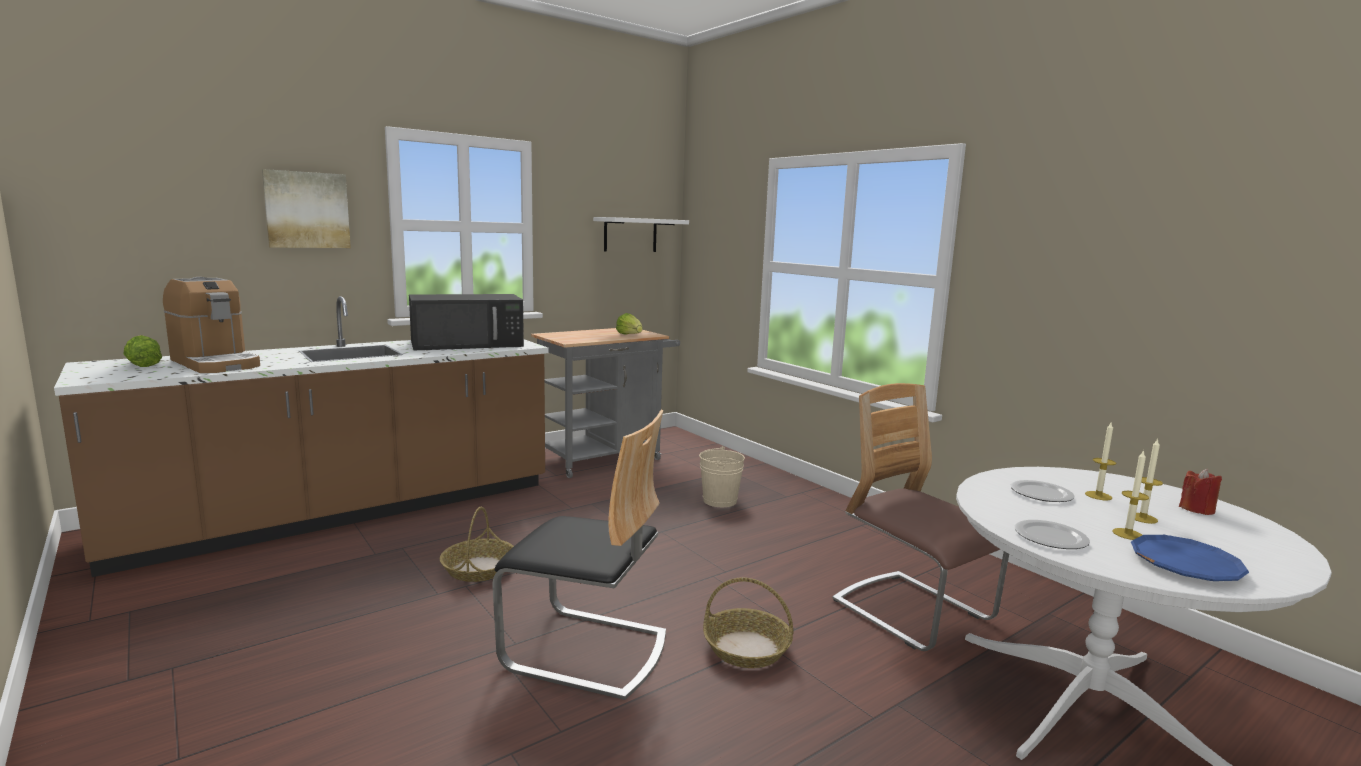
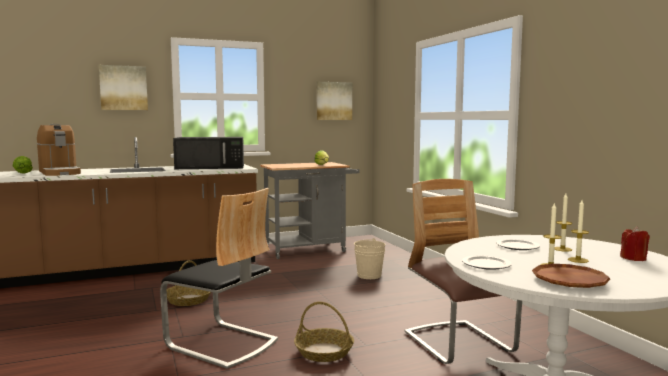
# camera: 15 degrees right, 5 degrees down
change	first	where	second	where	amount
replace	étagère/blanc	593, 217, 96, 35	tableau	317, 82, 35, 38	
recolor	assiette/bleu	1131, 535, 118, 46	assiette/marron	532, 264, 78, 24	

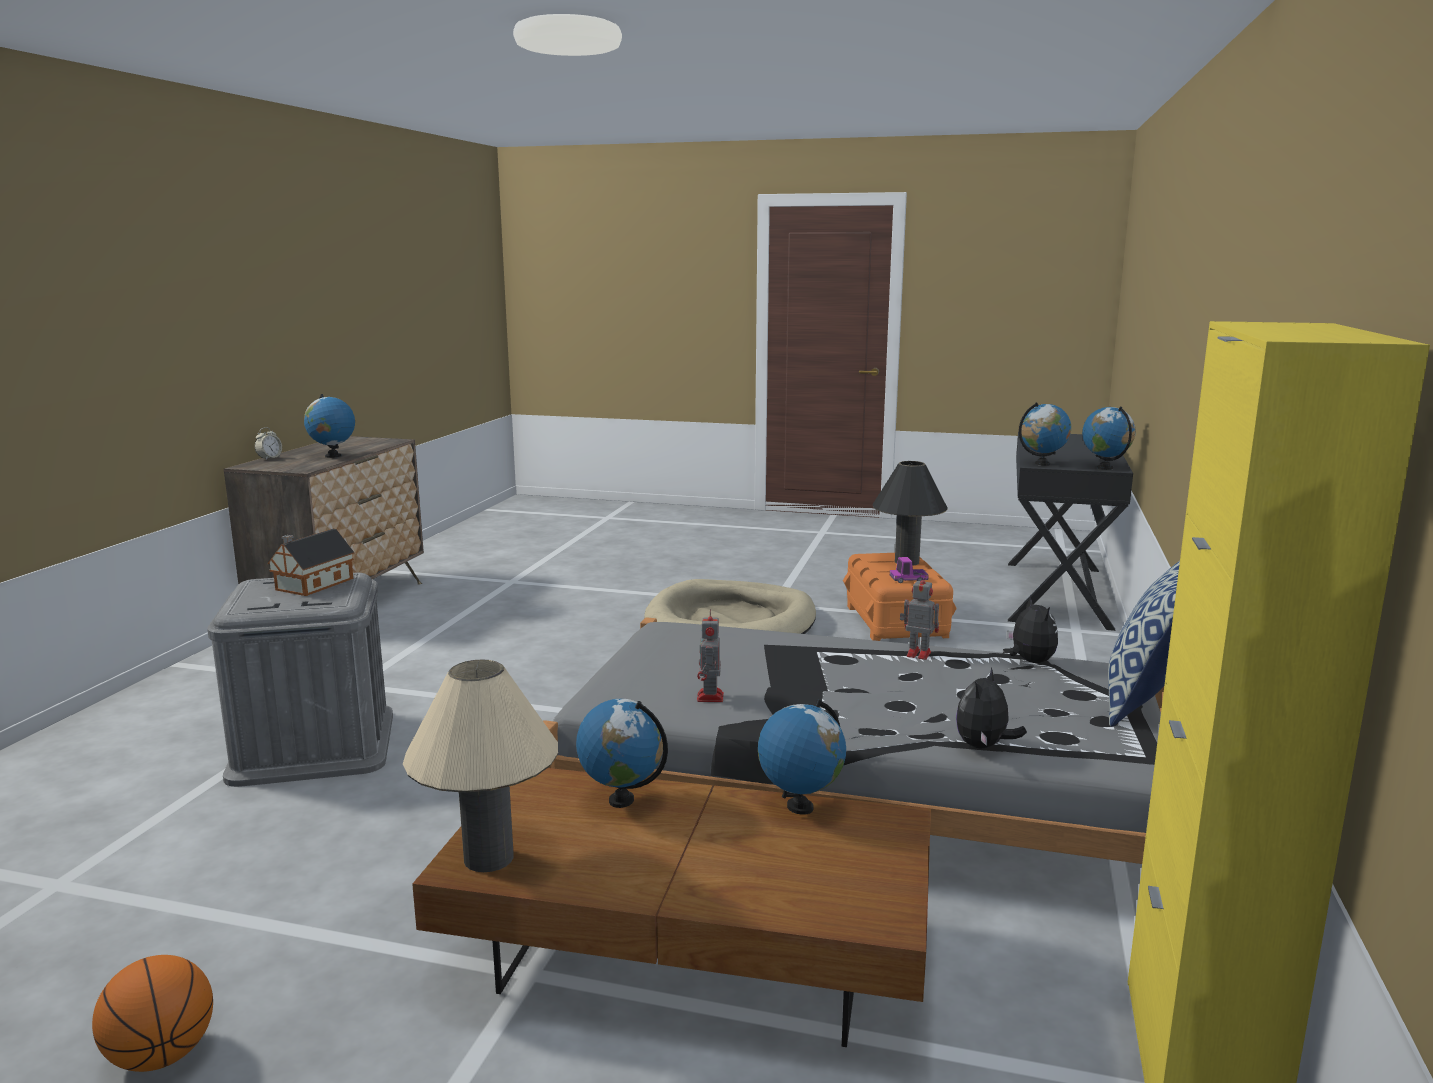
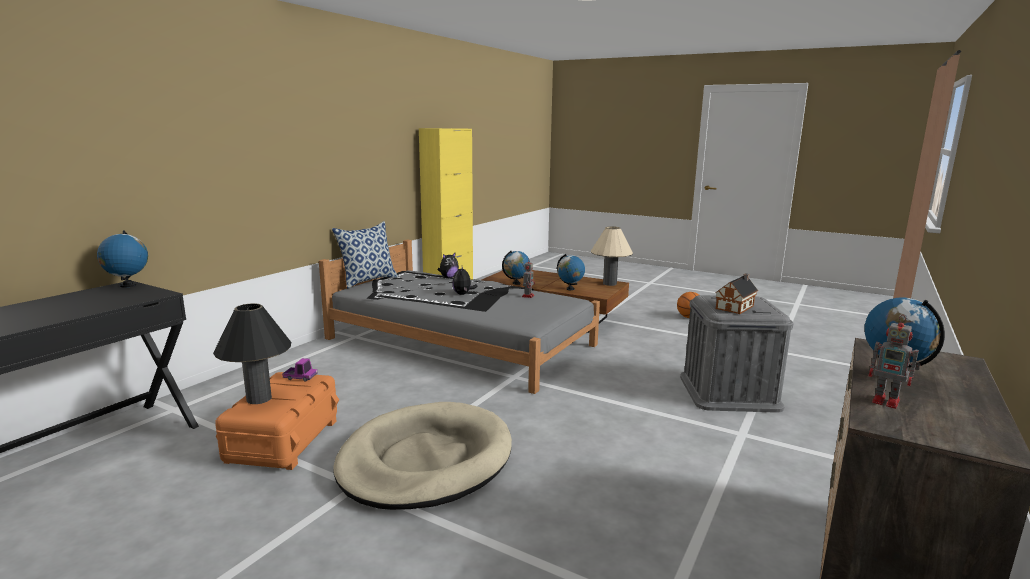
# camera: 165 degrees left, 0 degrees up
change	first	where	second	where	amount
move	peluche	1007, 596, 51, 67		452, 267, 25, 28	
move	robot jouet	900, 573, 39, 87		869, 315, 52, 94	
delete	réveil	255, 427, 27, 33			
delete	globe	1019, 402, 52, 64			

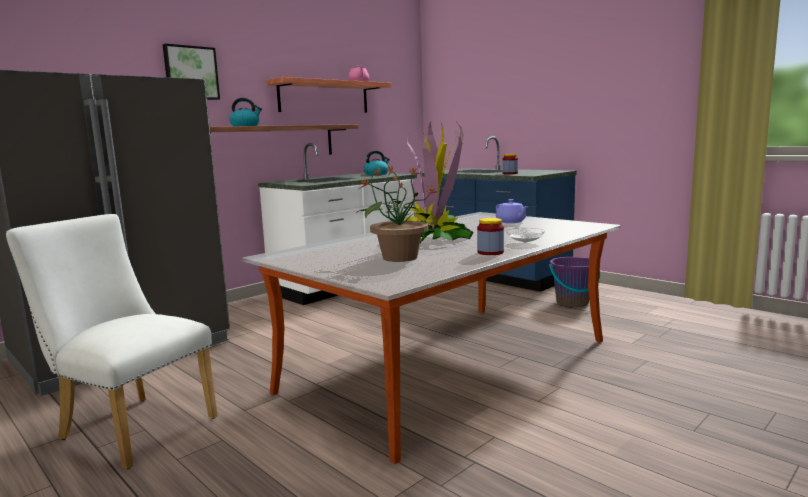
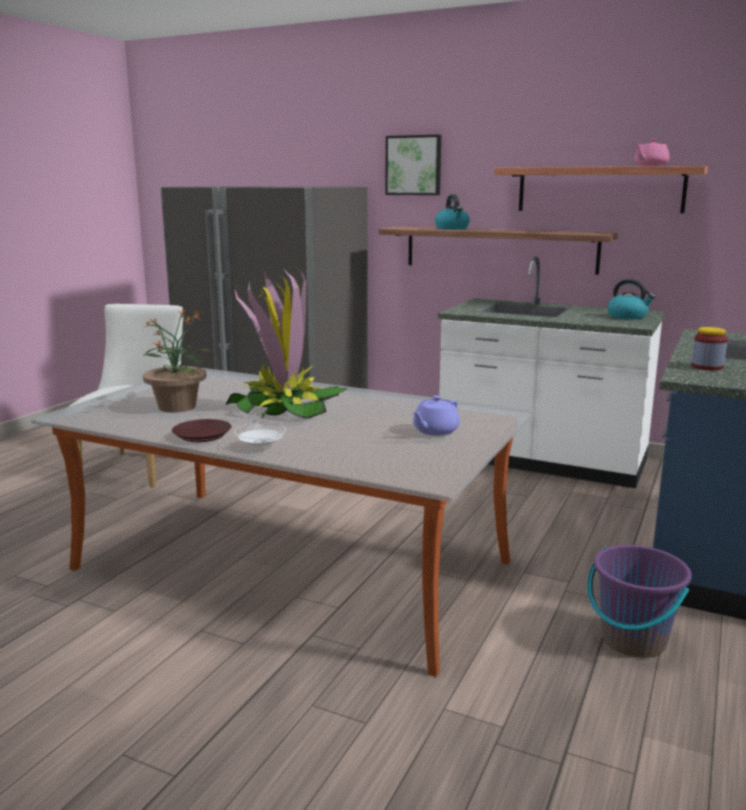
# camera: 70 degrees right, 5 degrees up
change	first	where	second	where	amount
replace	bocal	477, 218, 27, 37	assiette/marron	172, 419, 60, 23	

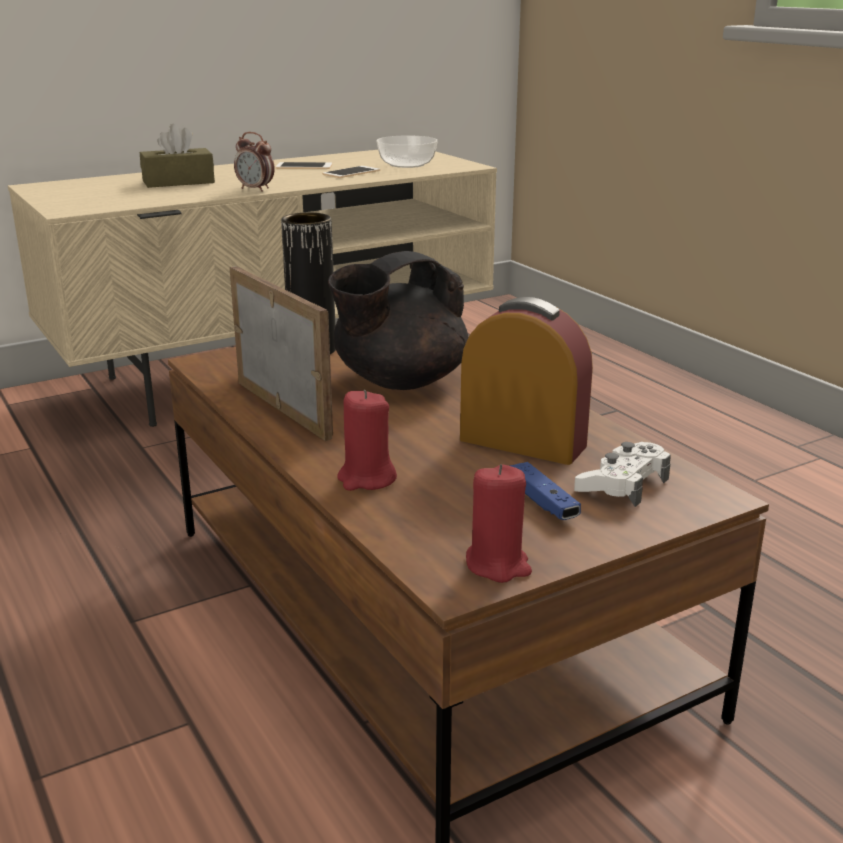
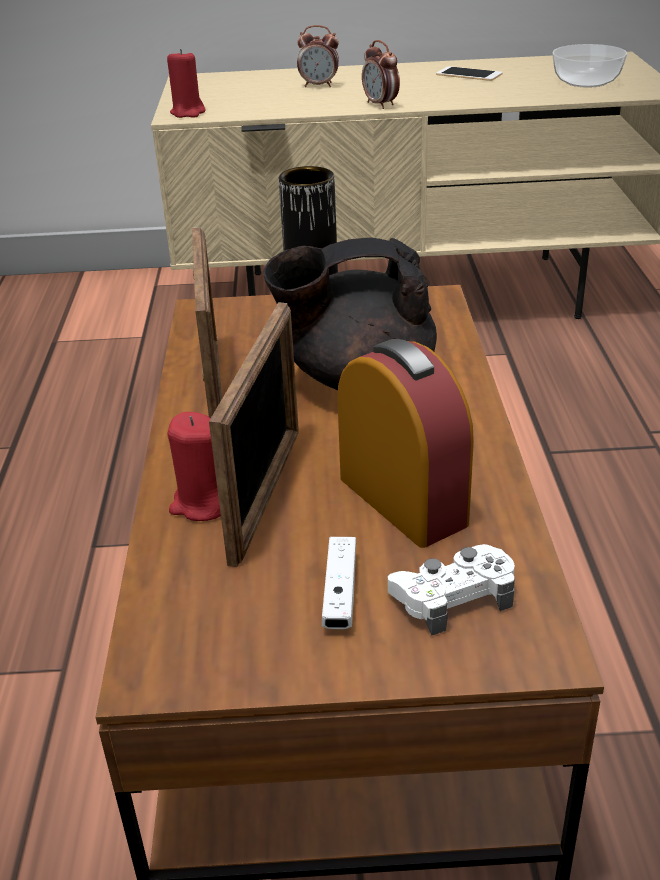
# camera: 30 degrees right, 10 degrees up
change	first	where	second	where	amount
move	bougie/rouge	466, 464, 66, 119		167, 49, 38, 69	
insert			cadre photo	209, 303, 90, 264	
replace	boîte à mouchoirs/marron	140, 124, 75, 64	réveil	297, 25, 42, 63	
recolor	manette/bleu	510, 462, 71, 58	manette/blanc	322, 537, 34, 92	
delete	téléphone	322, 166, 58, 12			

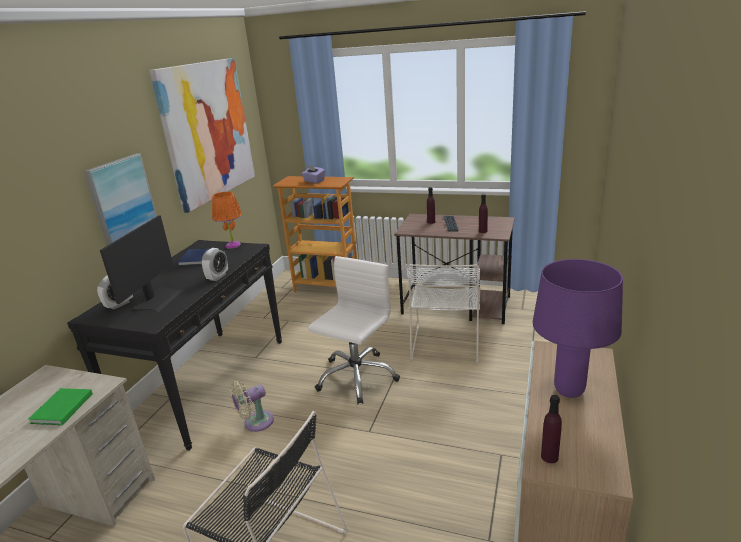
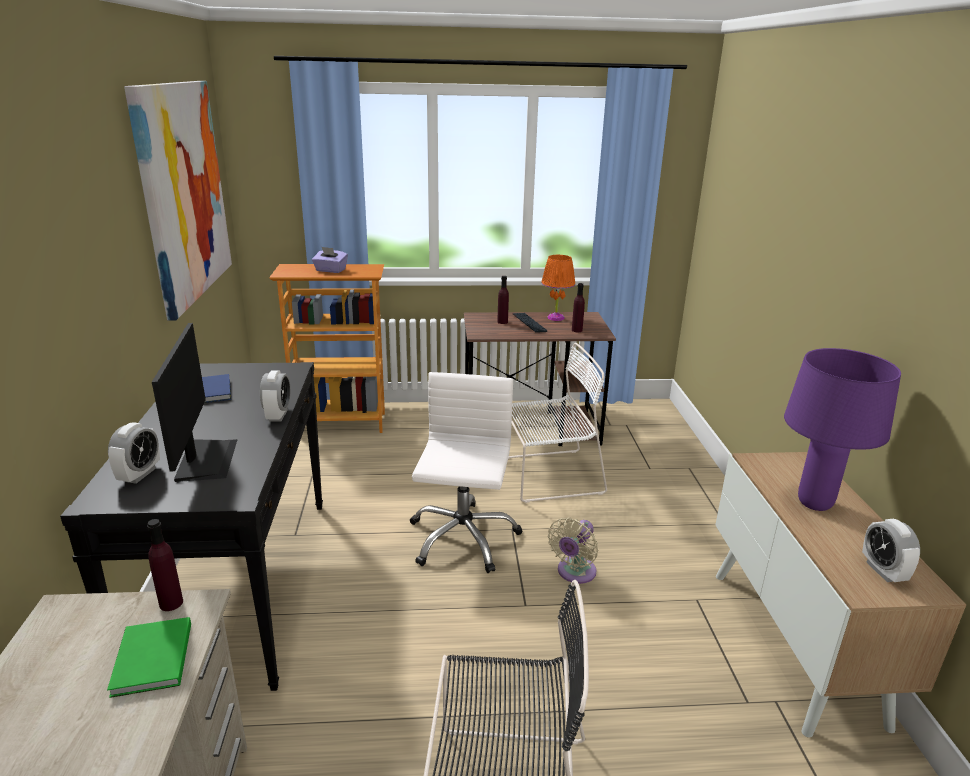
# camera: 25 degrees left, 0 degrees up
change	first	where	second	where	amount
move	bouteille/violet	541, 395, 21, 68		147, 519, 36, 92	
rotate	chaise/blanc	407, 264, 73, 99		508, 343, 99, 160	90 degrees counterclockwise
move	lampe de table/orange	212, 192, 30, 57		541, 255, 34, 66	
move	ventilateur/beige	229, 381, 45, 51		548, 517, 50, 67	
insert			réveil	862, 519, 58, 63	
delete	tableau	84, 153, 73, 93			

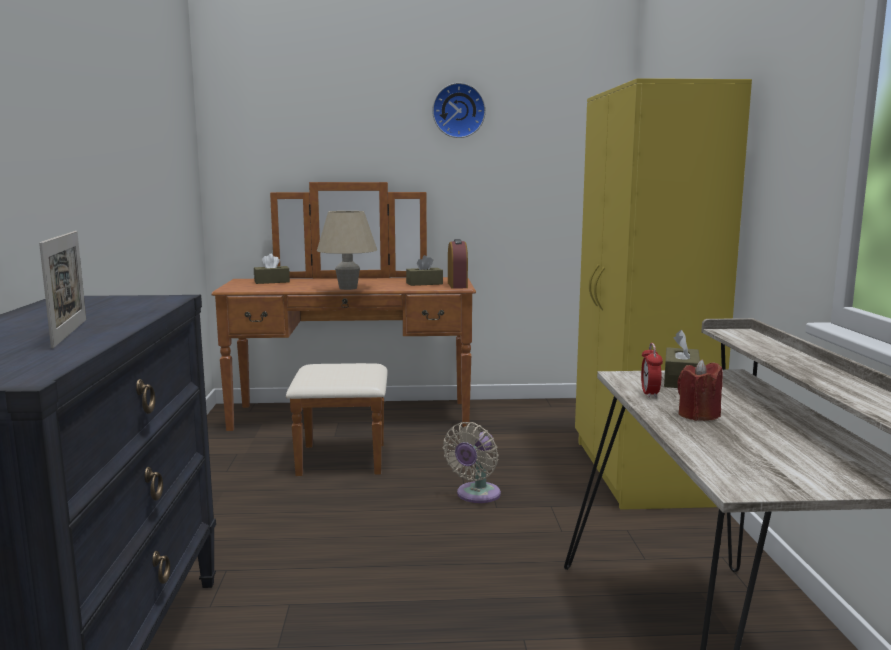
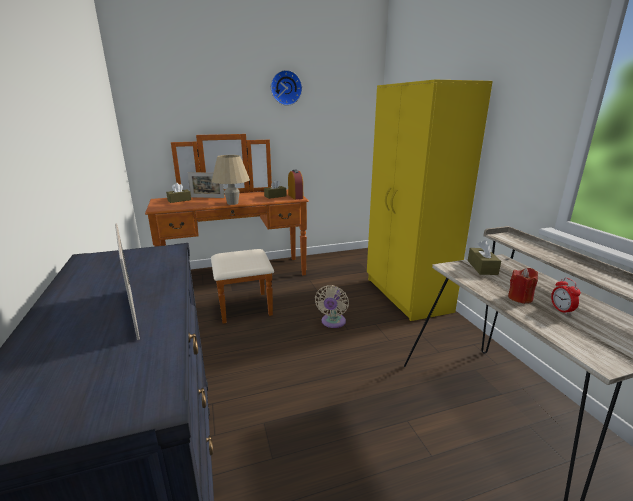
# camera: 15 degrees left, 10 degrees up
change	first	where	second	where	amount
insert			cadre photo	188, 172, 37, 26	
move	réveil	641, 343, 22, 55		551, 278, 30, 37	

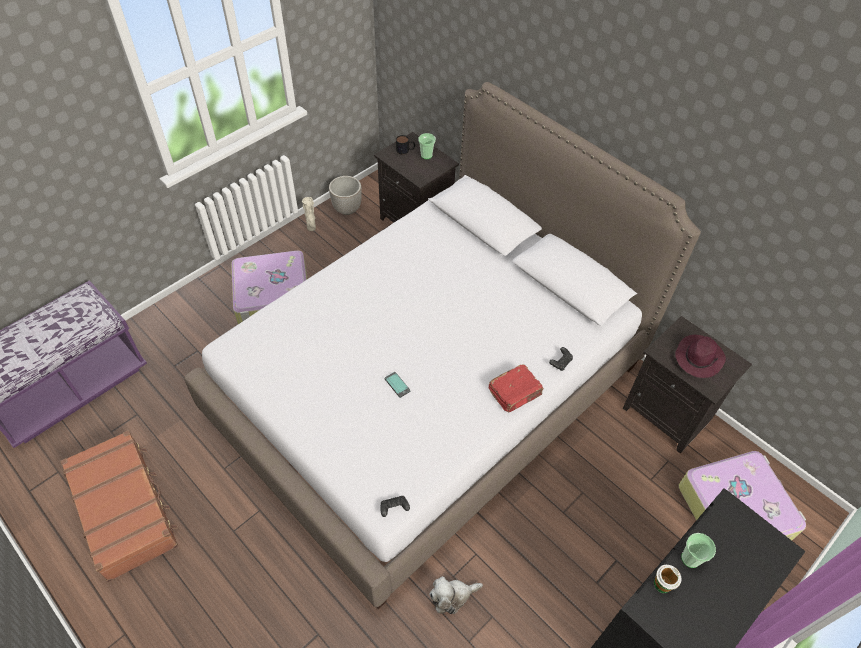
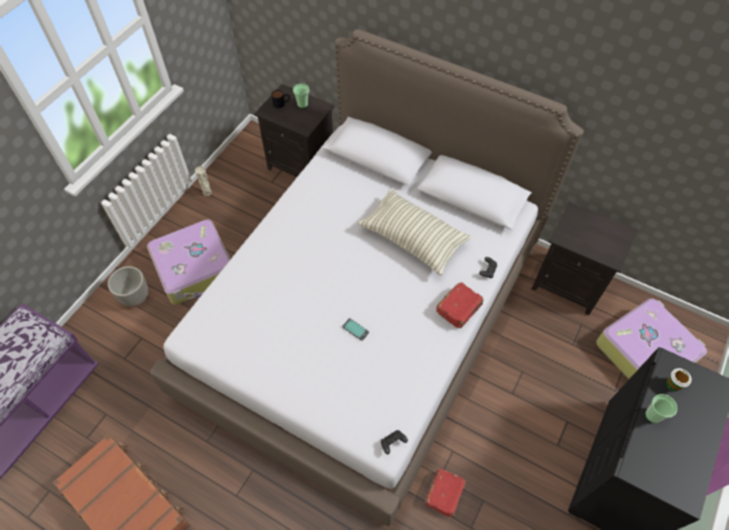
# camera: 15 degrees left, 5 degrees up
change	first	where	second	where	amount
move	cache-pot	329, 176, 33, 39		108, 266, 40, 41	
insert			coussin	358, 189, 114, 87	
replace	peluche	429, 576, 54, 38	livre/rouge	425, 468, 41, 49	
move	tasse	654, 565, 27, 28		666, 368, 26, 23	
delete	chapeau/violet	675, 335, 51, 43			

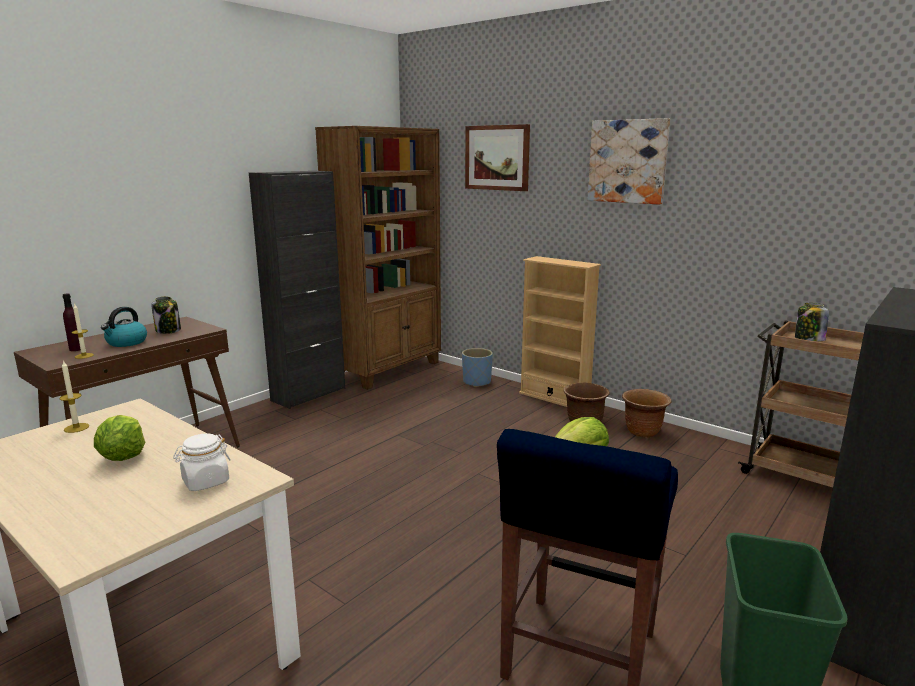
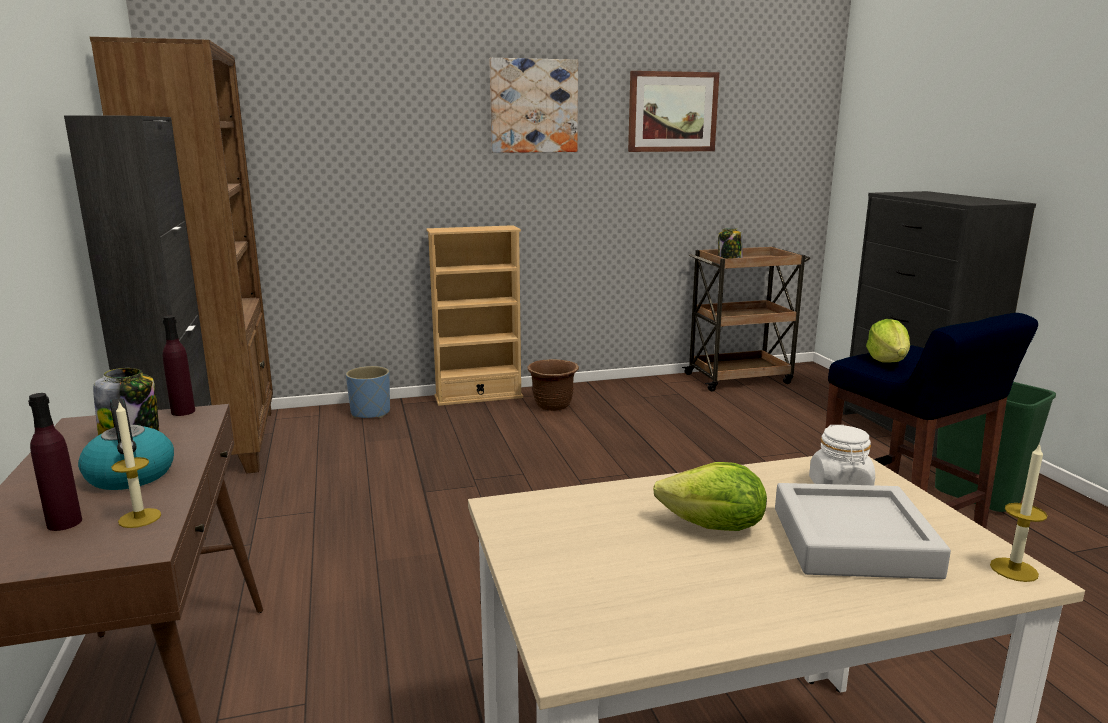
# camera: 55 degrees left, 0 degrees up
change	first	where	second	where	amount
insert			bouteille/violet	163, 316, 32, 100	
move	tableau	465, 124, 65, 67		628, 71, 91, 81	
insert			plateau/gris	775, 483, 176, 96	
move	bougie	59, 360, 30, 73		990, 443, 57, 139	
delete	cache-pot/marron	622, 389, 49, 49			

